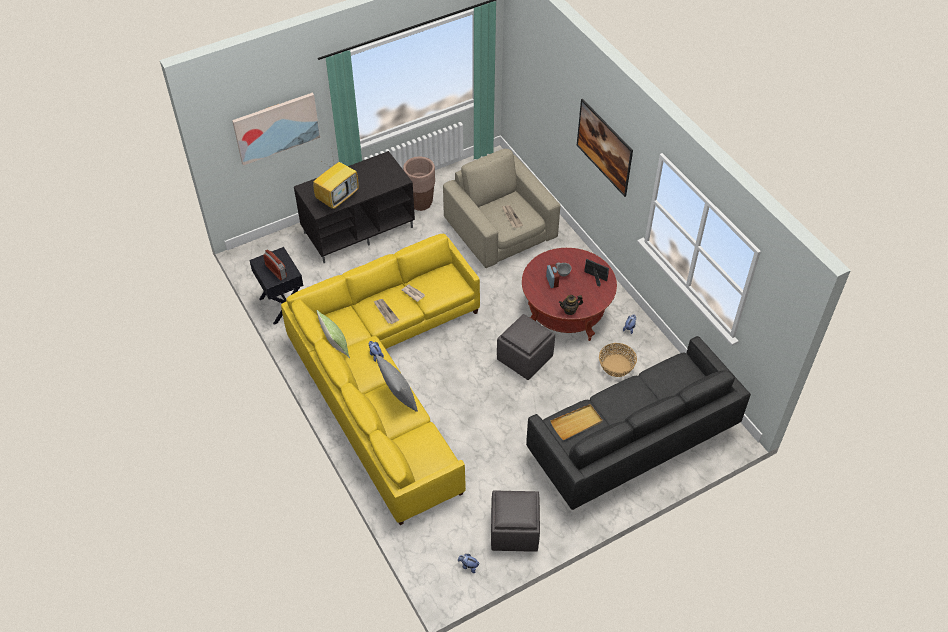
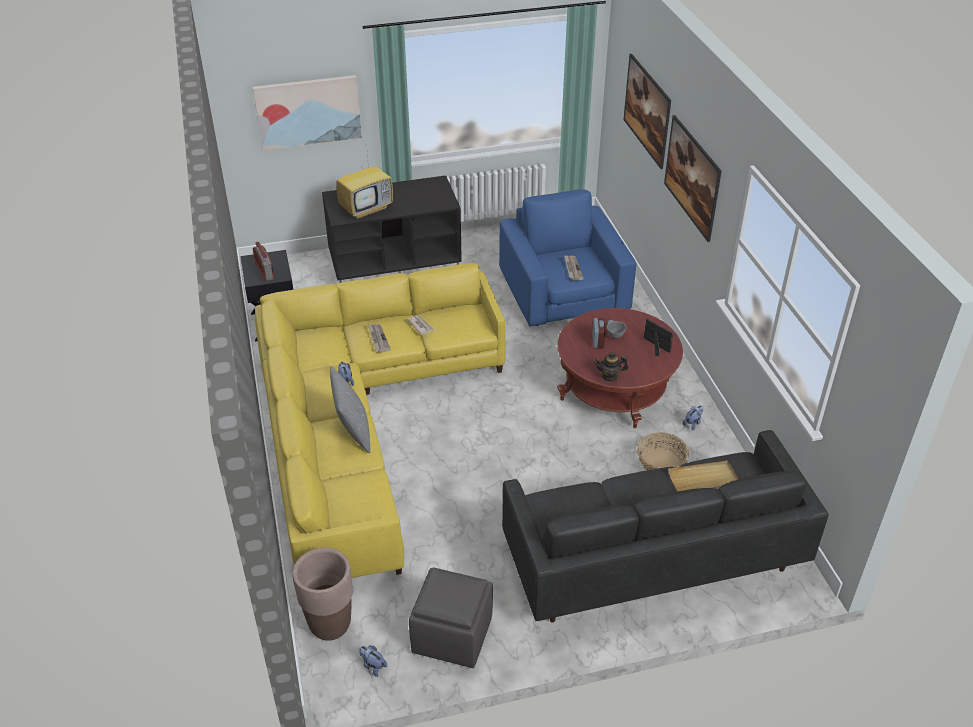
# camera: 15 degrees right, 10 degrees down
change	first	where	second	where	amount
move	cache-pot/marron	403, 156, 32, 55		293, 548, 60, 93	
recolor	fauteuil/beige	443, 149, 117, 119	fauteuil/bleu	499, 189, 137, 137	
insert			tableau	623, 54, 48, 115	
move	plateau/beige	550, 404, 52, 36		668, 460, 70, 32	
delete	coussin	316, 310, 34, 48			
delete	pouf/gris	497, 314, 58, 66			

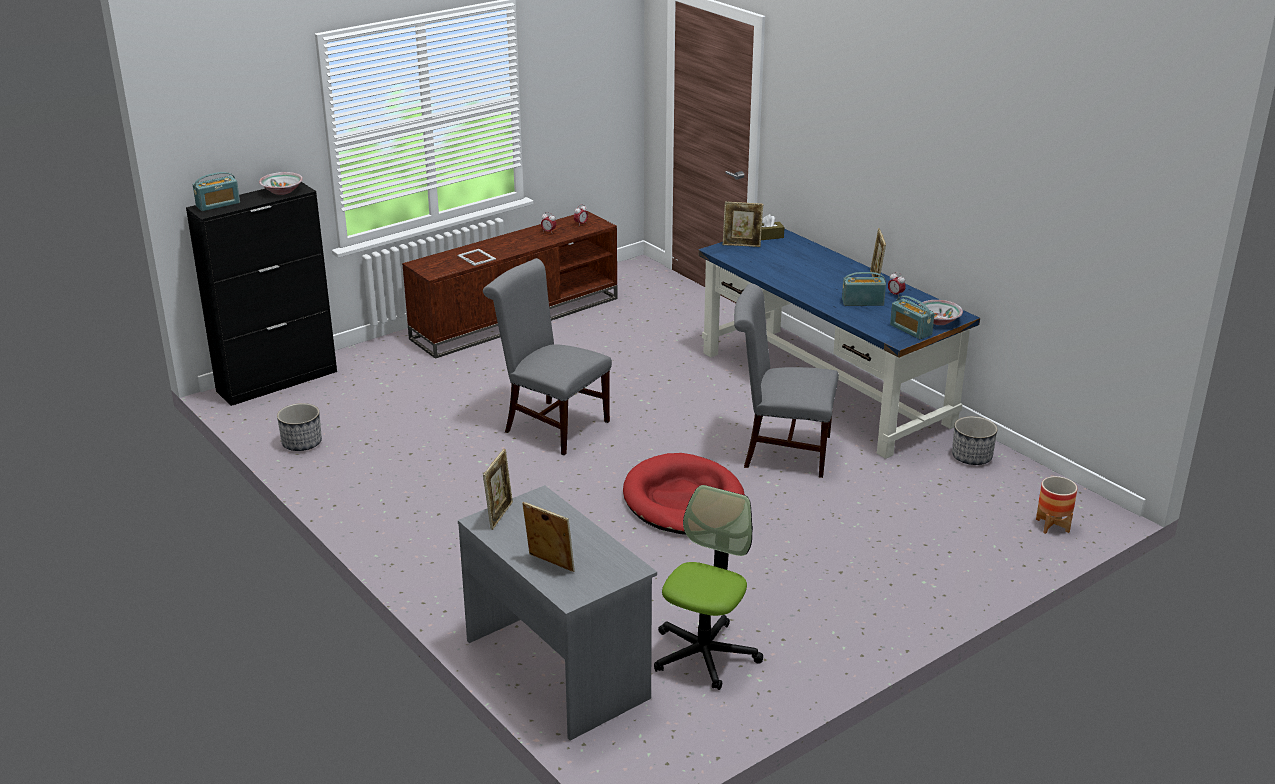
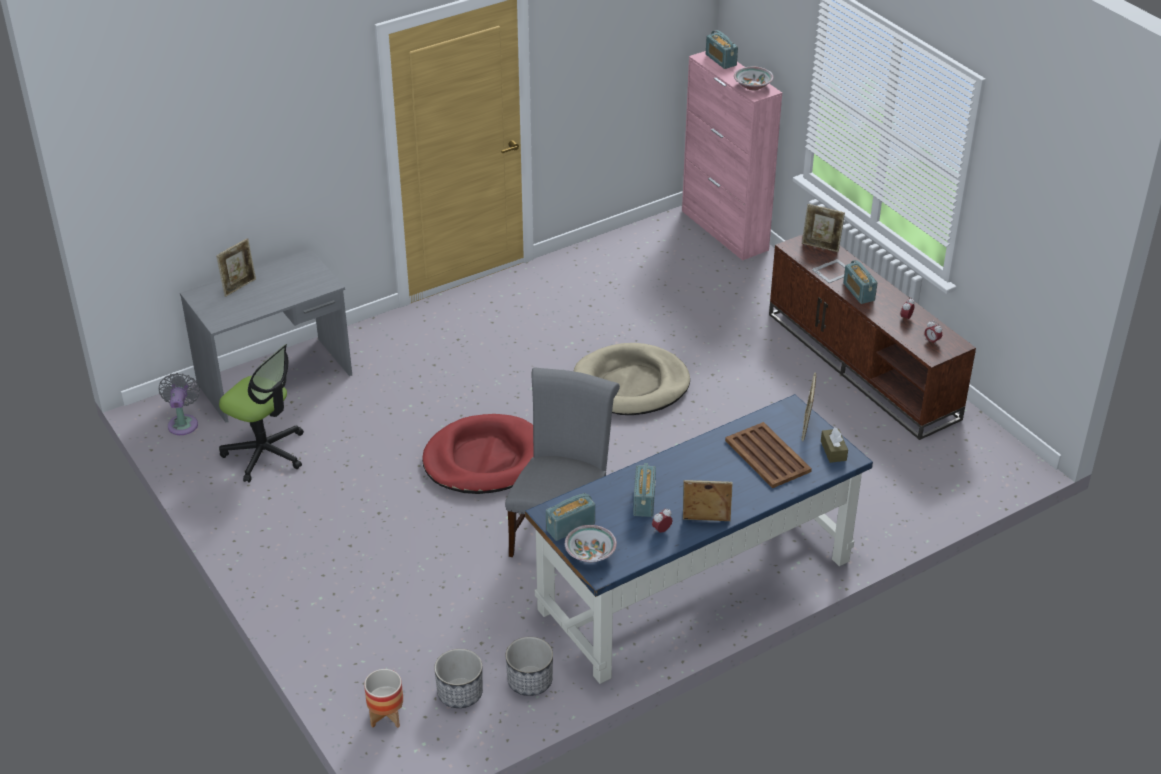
# camera: 95 degrees right, 10 degrees up
change	first	where	second	where	amount
insert			ventilateur/gris	159, 373, 41, 62	
move	cache-pot	277, 403, 45, 48		434, 649, 49, 59	
replace	chaise/gris	483, 258, 129, 197	panier pour chien/beige	574, 343, 116, 72	
recolor	meuble de rangement/noir	186, 182, 151, 224	meuble de rangement/rose	682, 51, 100, 209	
insert			plateau/marron	725, 422, 87, 66	
move	cadre photo	483, 449, 30, 81		802, 204, 43, 48	
insert			radio	843, 260, 35, 44	

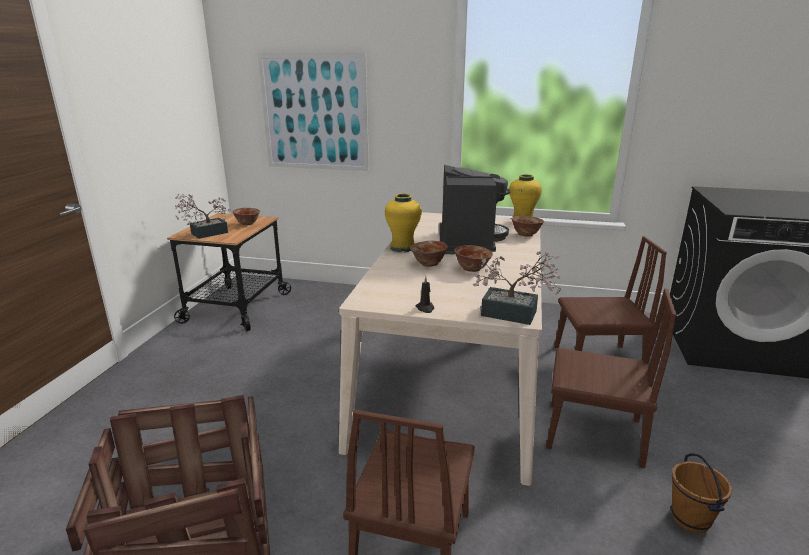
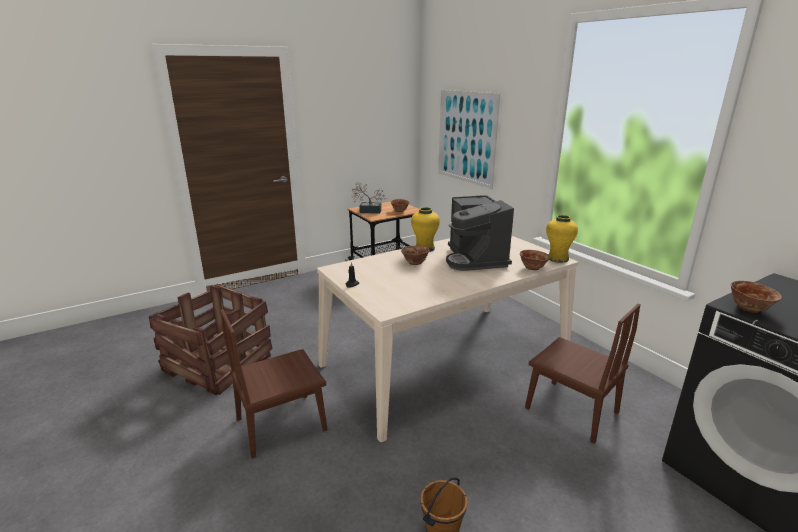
# camera: 45 degrees right, 0 degrees up
change	first	where	second	where	amount
rotate	machine à café	439, 165, 71, 89		446, 195, 68, 76	120 degrees clockwise
move	bol	454, 245, 39, 27		731, 281, 51, 32	
delete	plante en pot	473, 251, 88, 74			
delete	chaise/marron	546, 288, 131, 180			

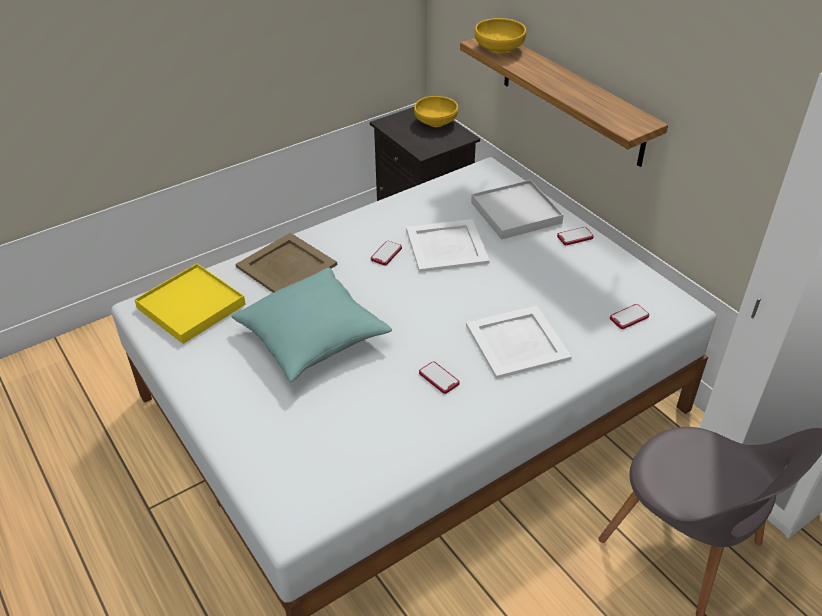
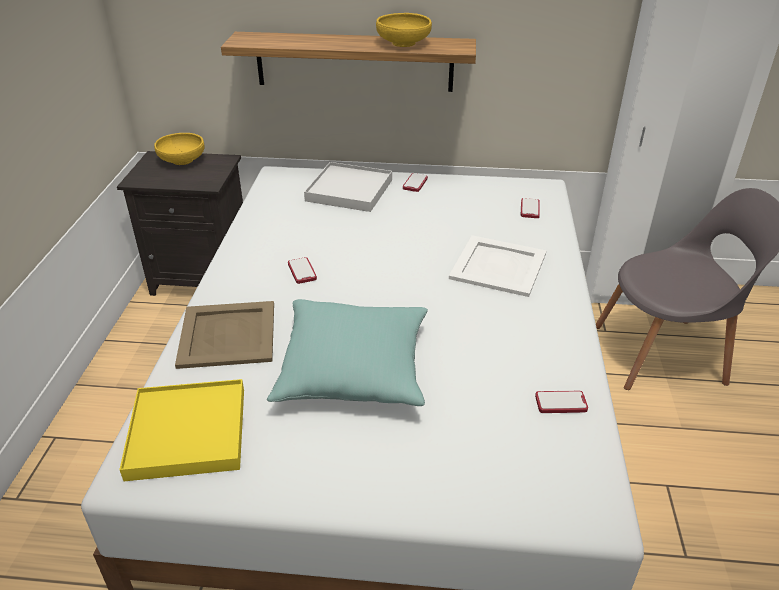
# camera: 50 degrees left, 5 degrees down
change	first	where	second	where	amount
move	bol/jaune	475, 18, 51, 36		376, 13, 56, 34	
move	téléphone	419, 361, 40, 33		535, 391, 53, 22	
delete	plateau/blanc	406, 219, 84, 53			

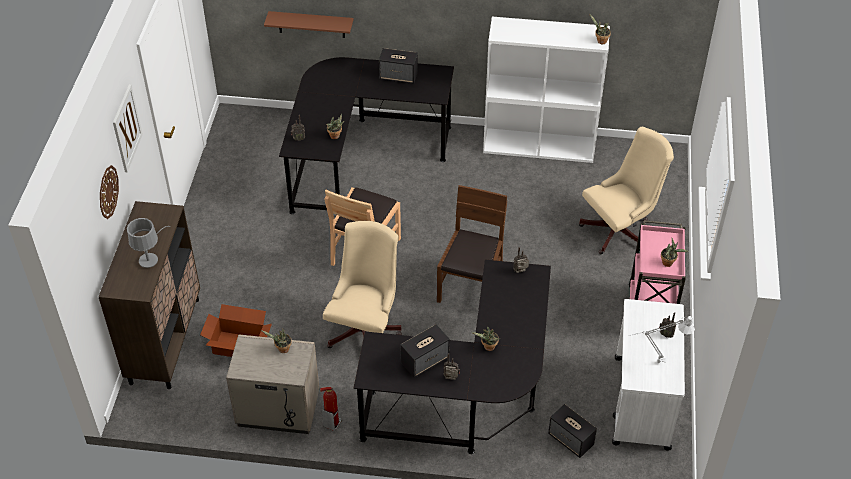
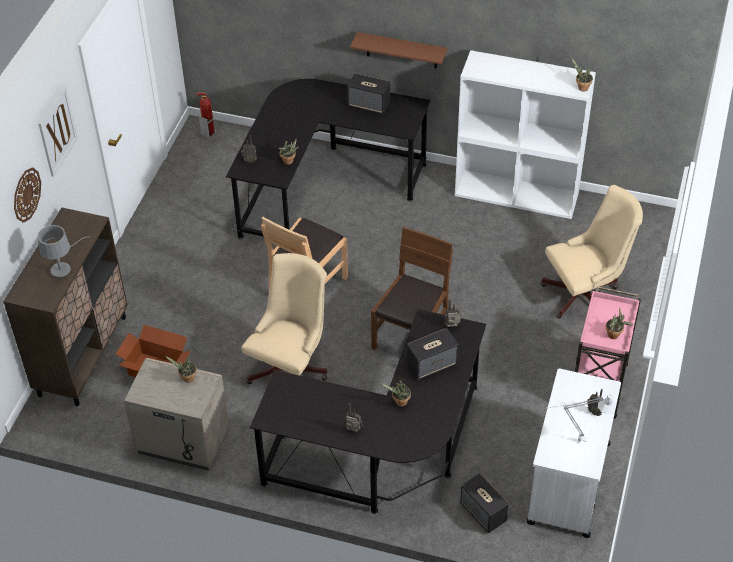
# camera: 10 degrees right, 0 degrees up
change	first	where	second	where	amount
move	extincteur	320, 387, 21, 44		196, 92, 21, 47	
move	étagère/marron	264, 11, 90, 27		350, 32, 98, 37	
move	enceinte	401, 324, 49, 54		407, 328, 51, 52	

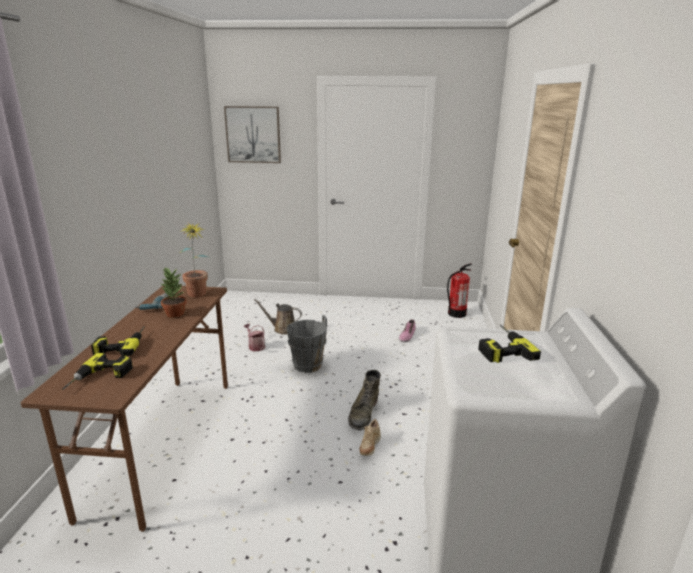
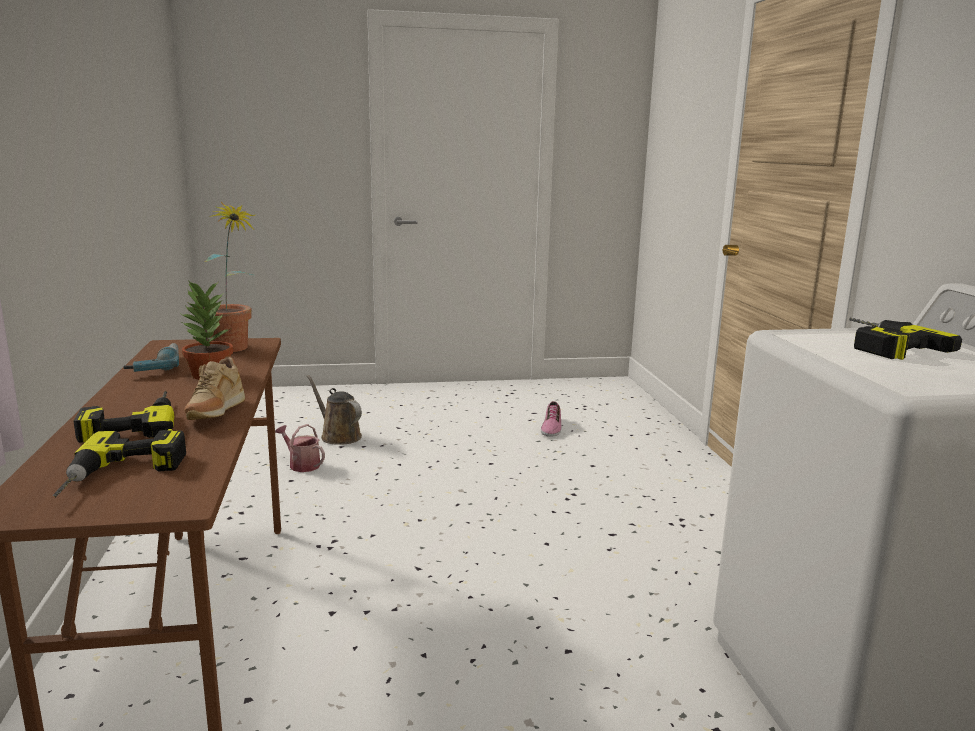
# camera: 15 degrees left, 5 degrees down
change	first	where	second	where	amount
move	chaussure/beige	360, 419, 21, 37		184, 356, 61, 64	
rotate	arrosoir/marron	254, 299, 48, 36		307, 375, 55, 70	45 degrees clockwise
delete	tableau	224, 106, 57, 57			
delete	seau/gris	286, 315, 41, 58			
delete	botte/vert	348, 370, 33, 61			
delete	extincteur	447, 264, 25, 54			

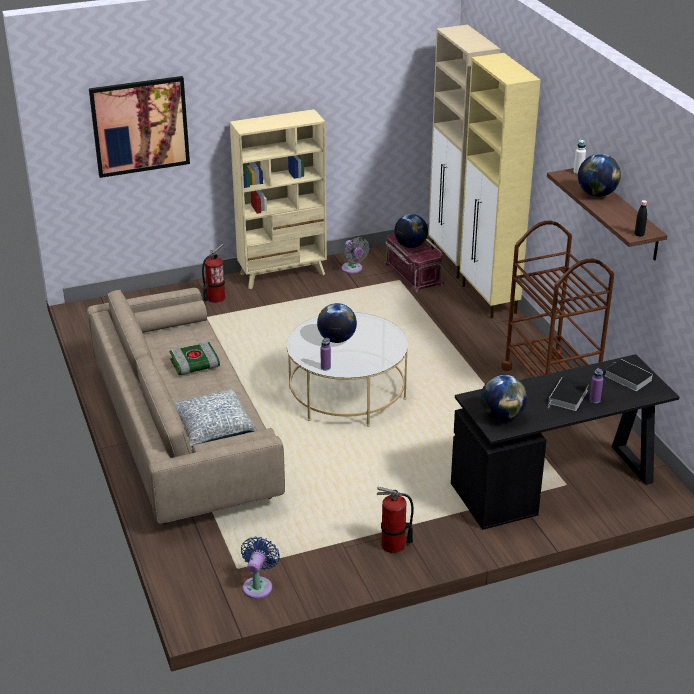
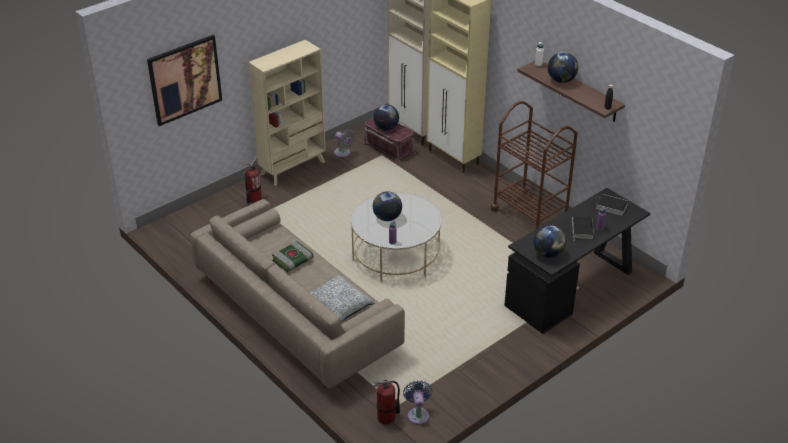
# camera: 20 degrees left, 5 degrees up
change	first	where	second	where	amount
move	extincteur	377, 487, 37, 66		373, 380, 27, 45	

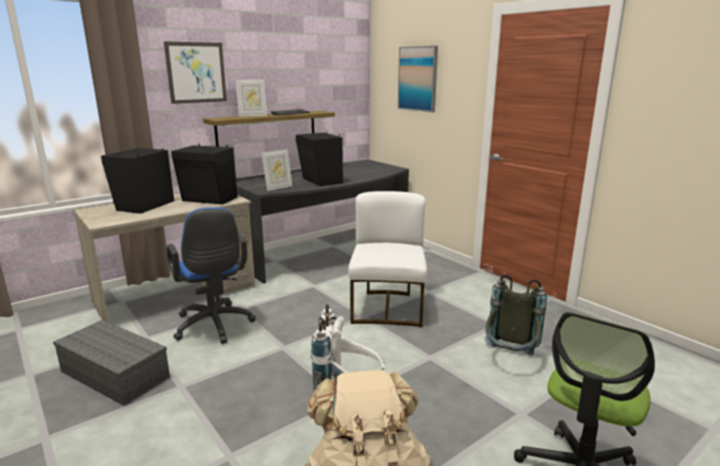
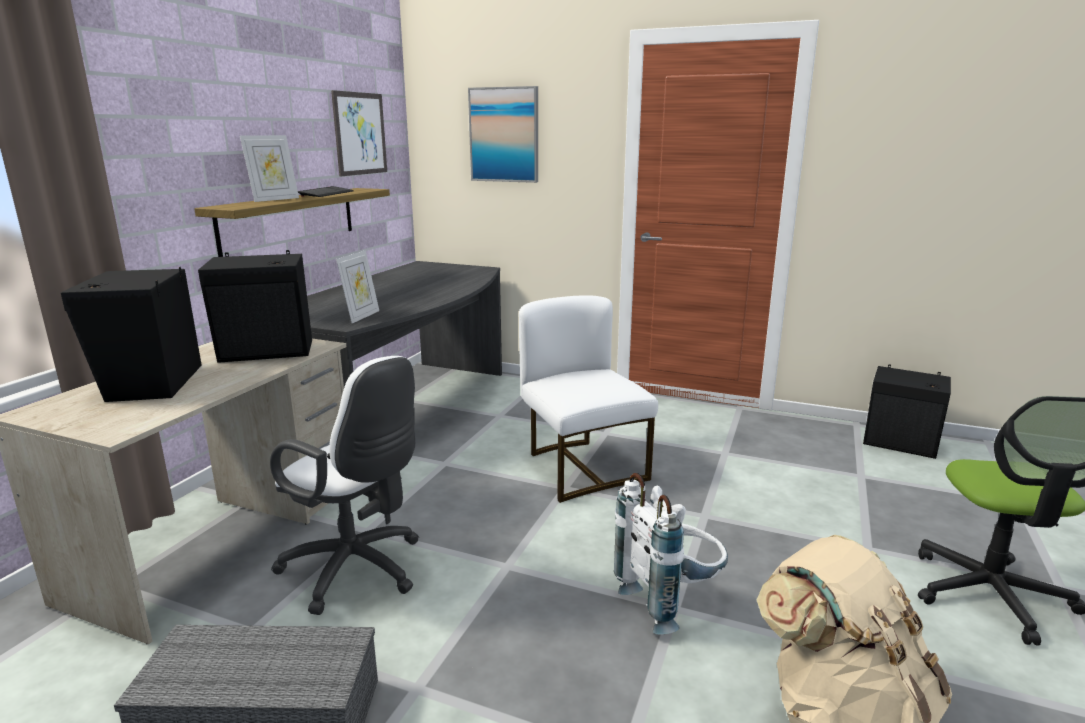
# camera: 30 degrees left, 0 degrees up
change	first	where	second	where	amount
recolor	chaise de bureau/bleu	167, 207, 89, 137	chaise de bureau/blanc	270, 356, 149, 259	
move	tableau	164, 41, 63, 63		331, 90, 56, 86	
move	enceinte/noir	296, 131, 47, 55		863, 364, 88, 95	
delete	sac à dos/gris	484, 274, 63, 81			

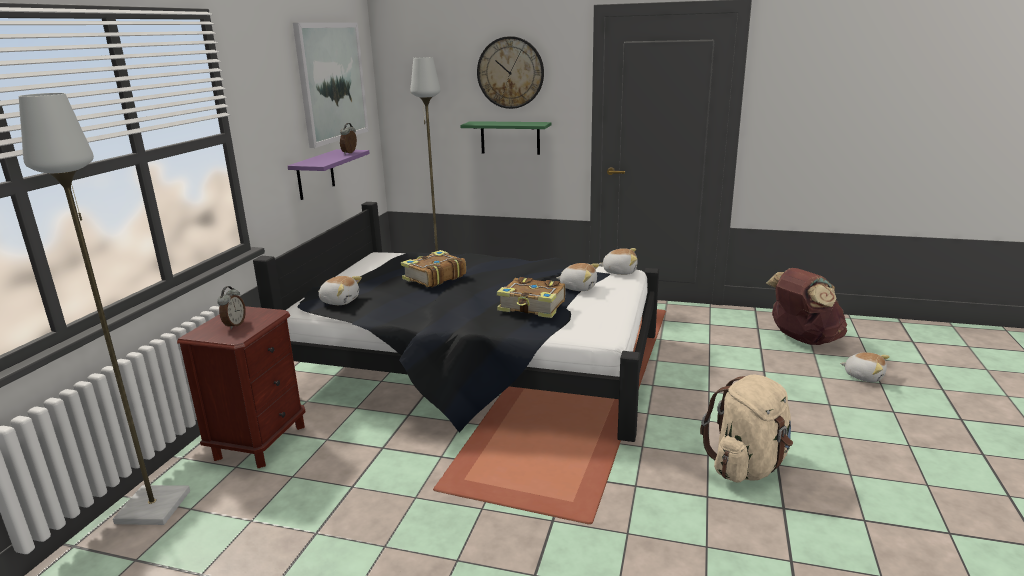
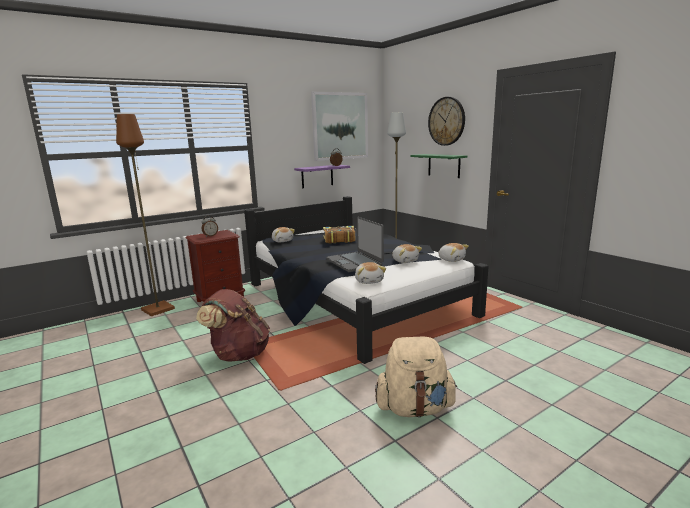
# camera: 40 degrees right, 5 degrees down
change	first	where	second	where	amount
recolor	lampadaire/gris	19, 93, 171, 432	lampadaire/marron	116, 114, 59, 202	
move	sac à dos/marron	766, 268, 81, 77		196, 289, 74, 73	
replace	livre	497, 277, 68, 41	ordinateur portable	326, 217, 58, 55	
move	peluche	840, 352, 50, 30		355, 262, 31, 22	

